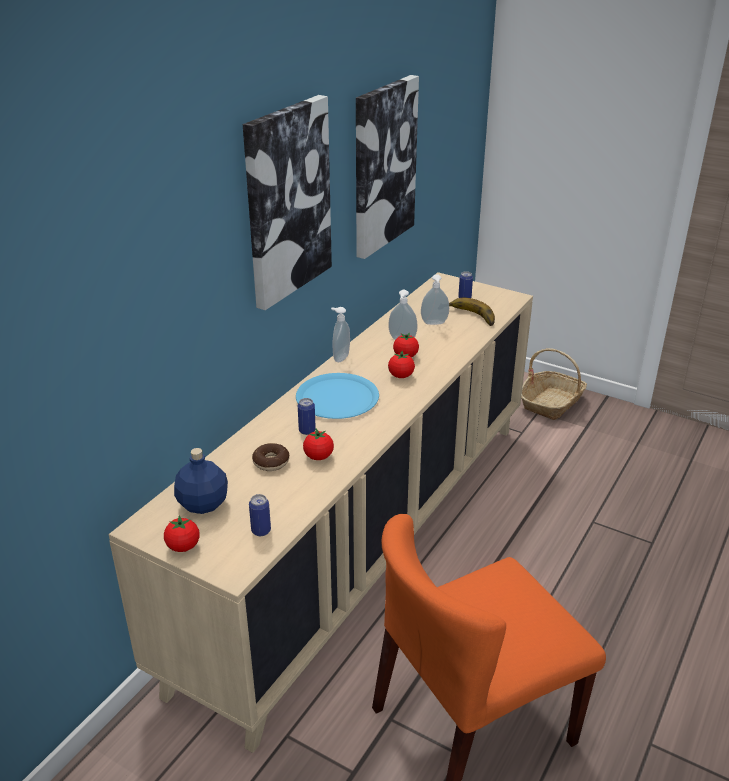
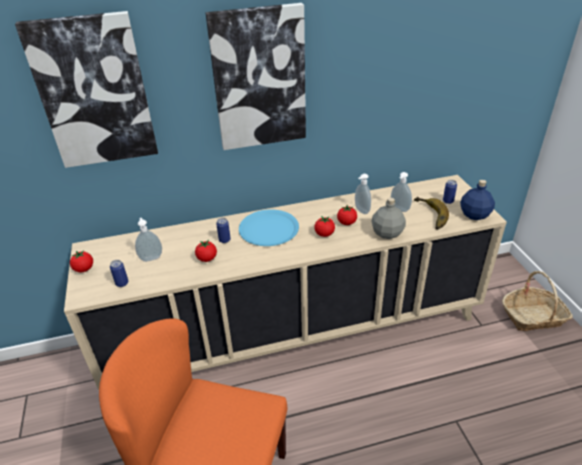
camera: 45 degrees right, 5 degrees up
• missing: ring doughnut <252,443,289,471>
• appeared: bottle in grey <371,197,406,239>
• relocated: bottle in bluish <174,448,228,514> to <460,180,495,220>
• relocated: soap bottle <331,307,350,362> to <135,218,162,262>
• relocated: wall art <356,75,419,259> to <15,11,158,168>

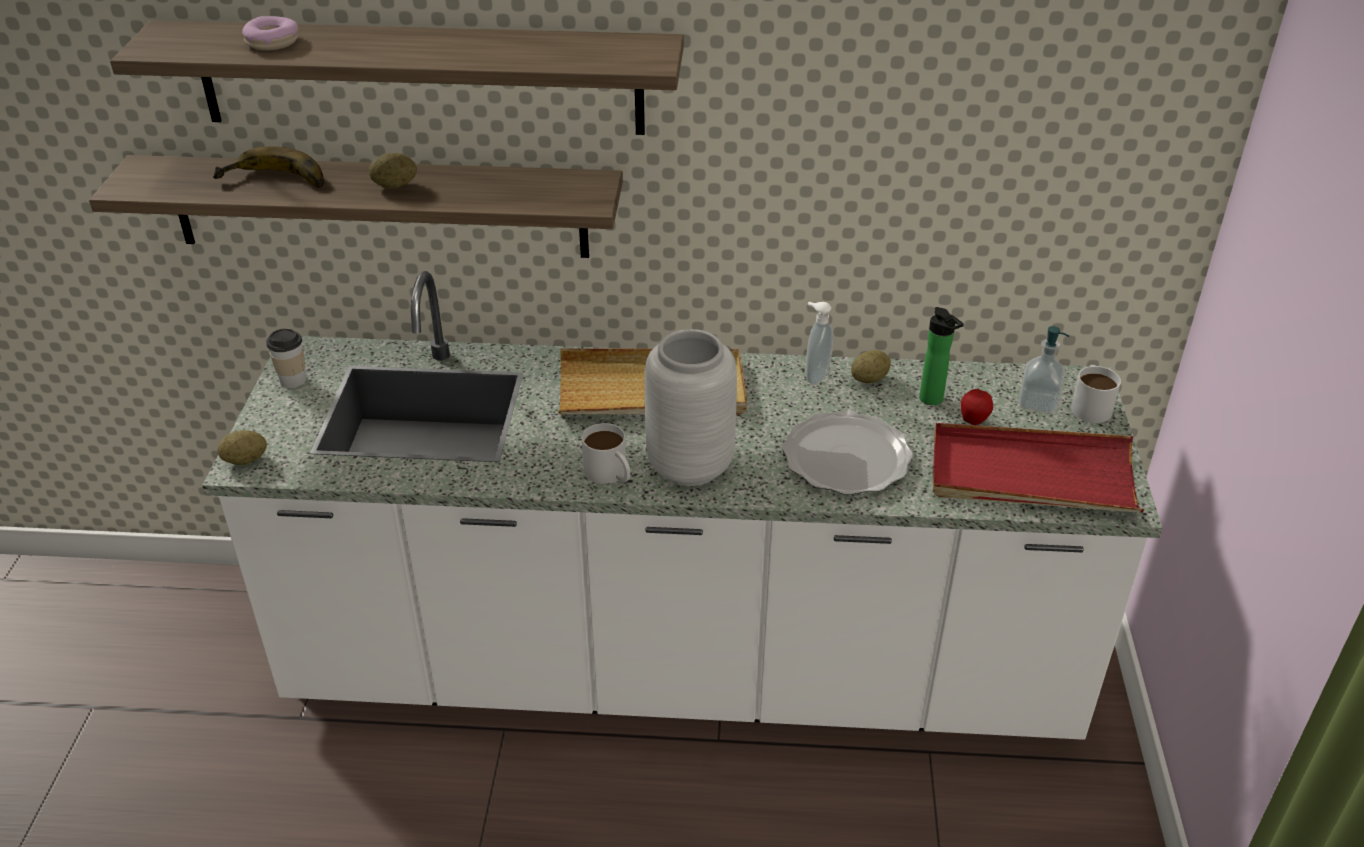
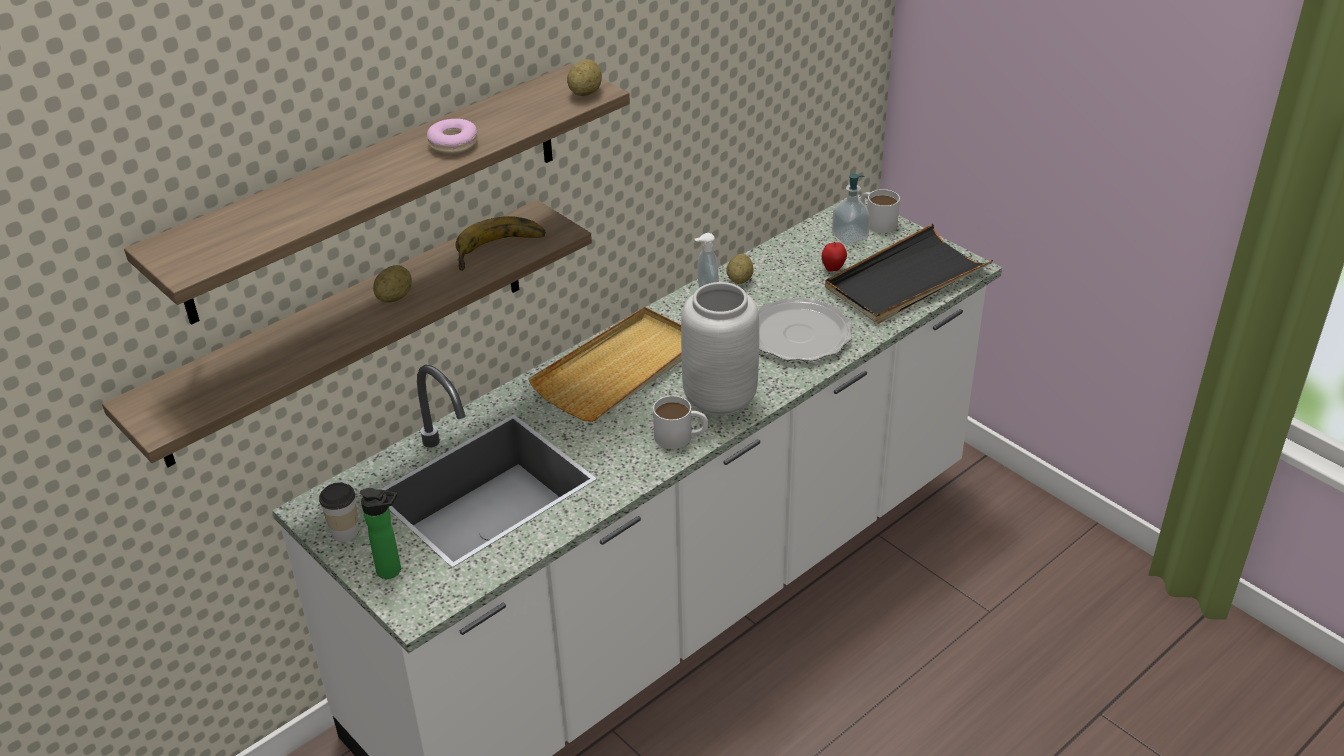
camera: 45 degrees left, 0 degrees up
• relocated: banana fruit <213,146,324,188> to <455,216,546,270>
• relocated: spud <217,430,267,465> to <567,59,602,96>
• relocated: ring doughnut <242,16,299,51> to <427,119,478,154>
• relocated: bottle <919,307,964,405> to <360,488,401,579>
• colour: carrying tray in red <932,423,1144,513> to carrying tray in black-coloured <825,224,993,324>

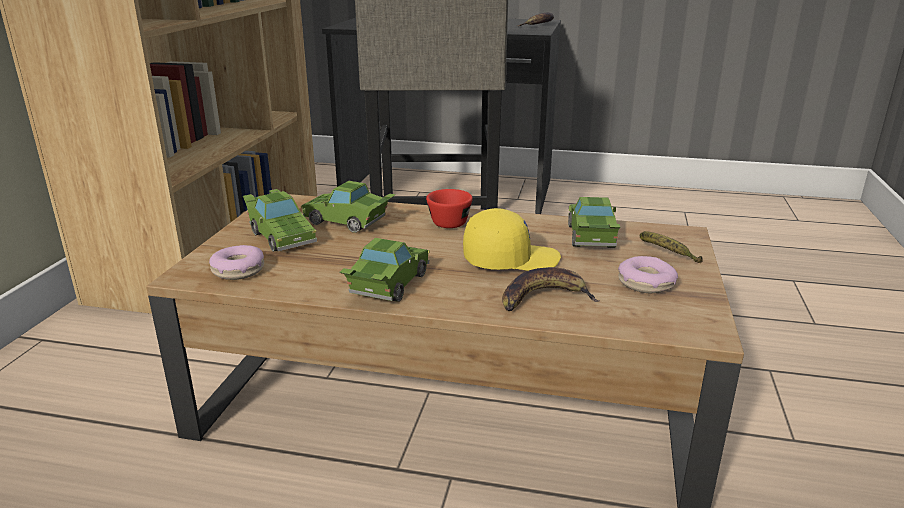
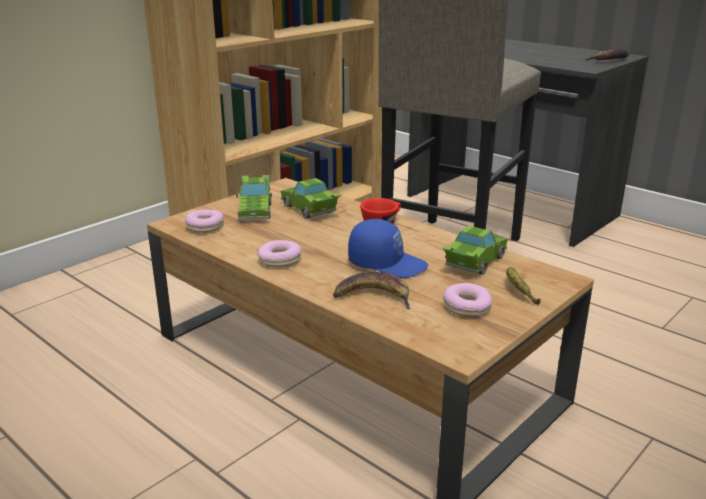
camera: 30 degrees right, 0 degrees up
• exchanged: miniature car in greenish <340,238,430,302> to ring doughnut <257,240,301,267>
• colour: cap in yellow-coloured <463,208,561,271> to cap in bluish <348,219,428,278>

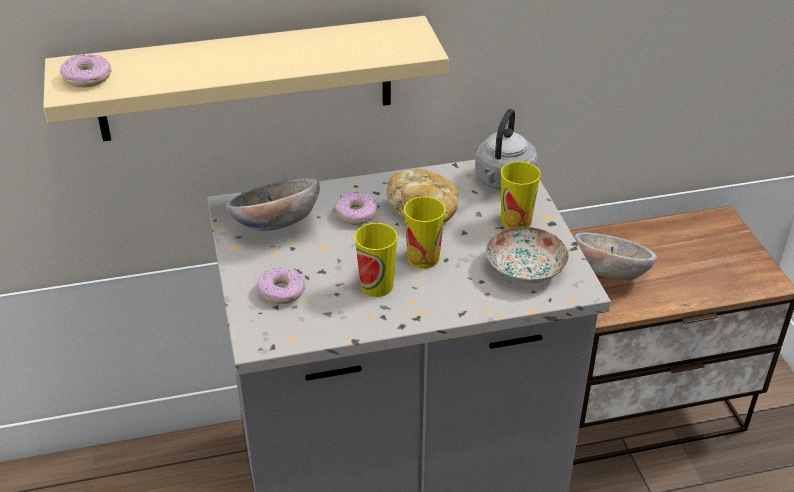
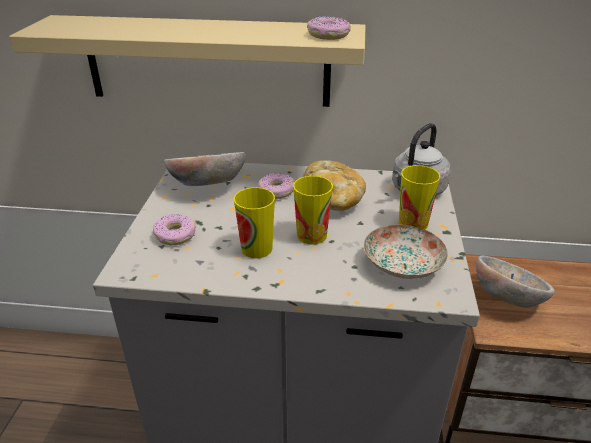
camera: 20 degrees right, 5 degrees down
• relocated: ring doughnut <60,54,111,87> to <307,16,350,40>

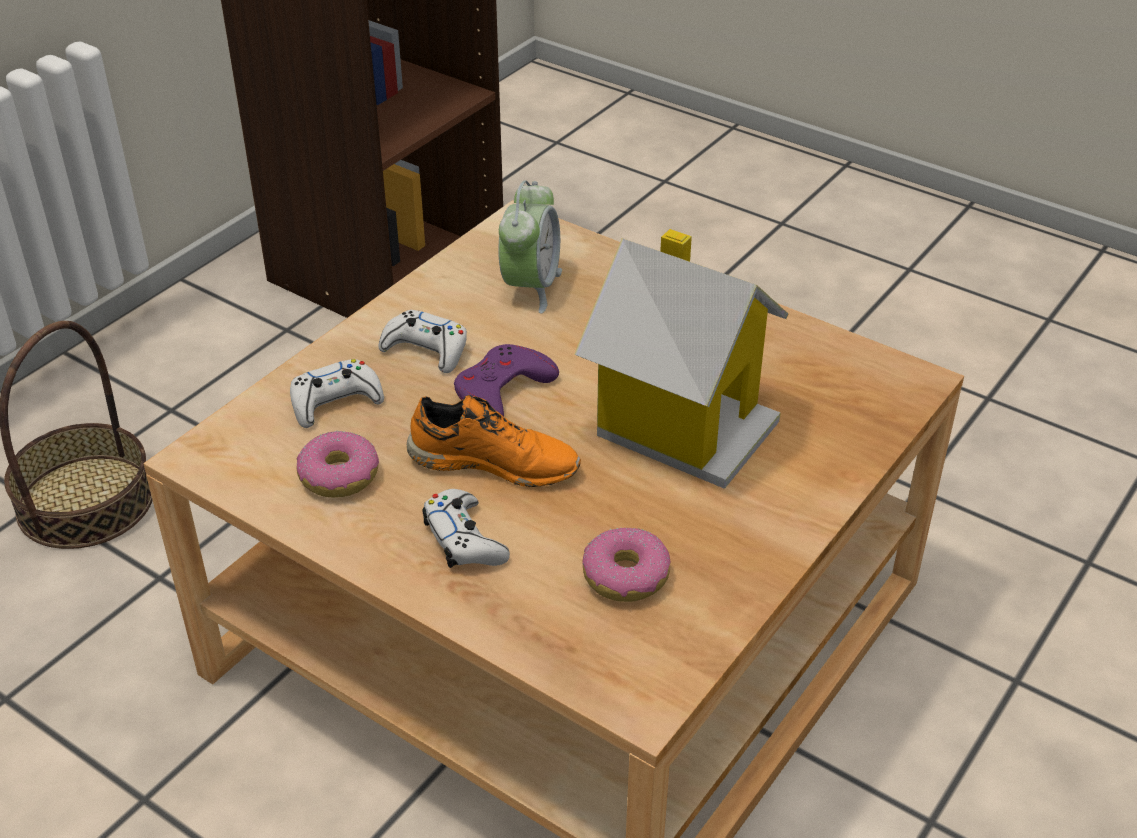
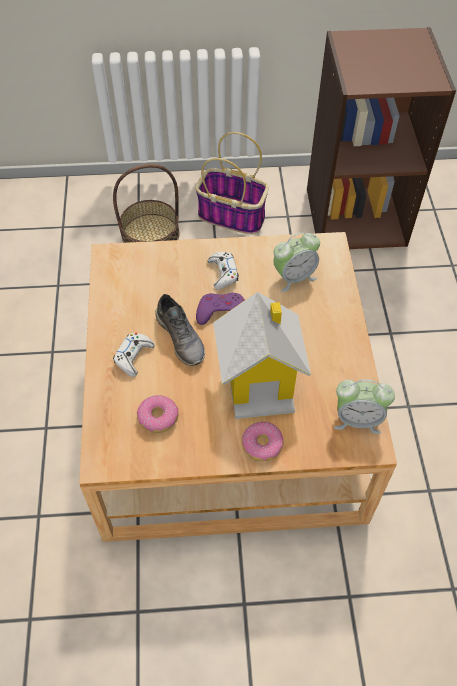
camera: 50 degrees right, 15 degrees up
• missing: game controller in white-coloured <290,359,384,428>
• appeared: storage basket <195,132,269,235>
• appeared: table clock <334,379,395,434>
• relocated: ring doughnut <296,430,379,498> to <242,422,284,461>
• colour: item of footwear in orange <407,395,581,487> to item of footwear in grey <155,294,205,366>

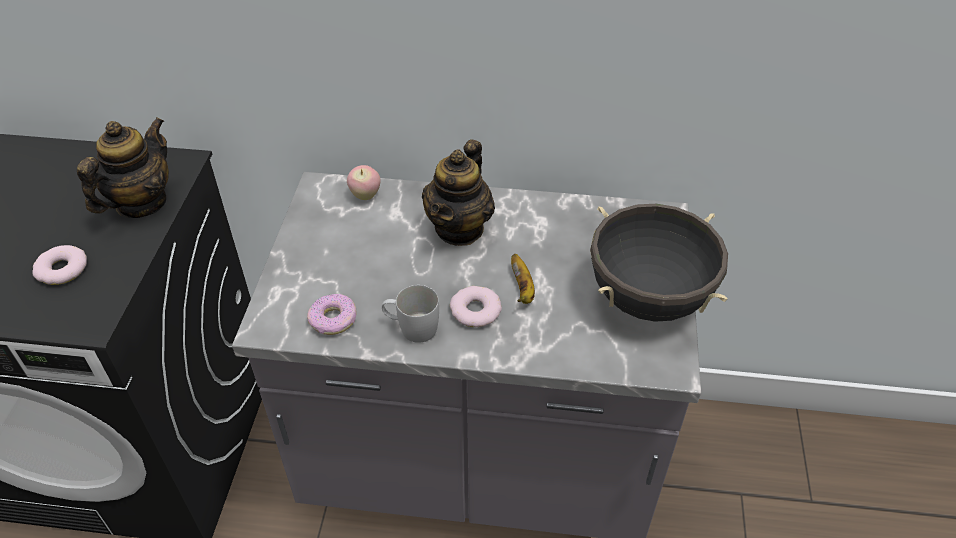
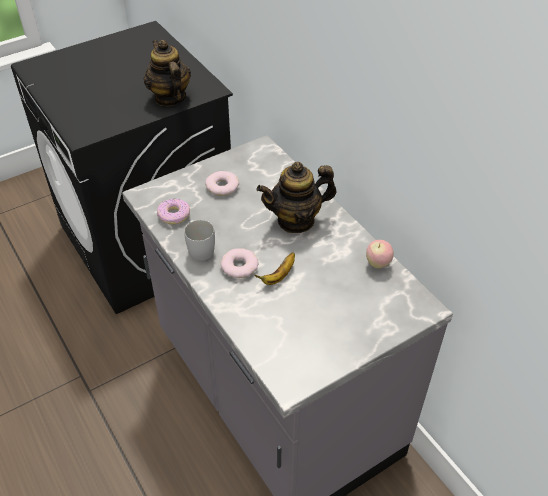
camera: 50 degrees right, 0 degrees up
• missing: cooking pot in black-coloured <590,204,728,322>
• relocated: ring doughnut <32,245,87,285> to <205,171,239,196>
• relocated: whole apple <347,165,381,200> to <366,240,394,268>
• spun: teapot <77,117,169,218> = <144,40,191,107> 105 degrees counterclockwise

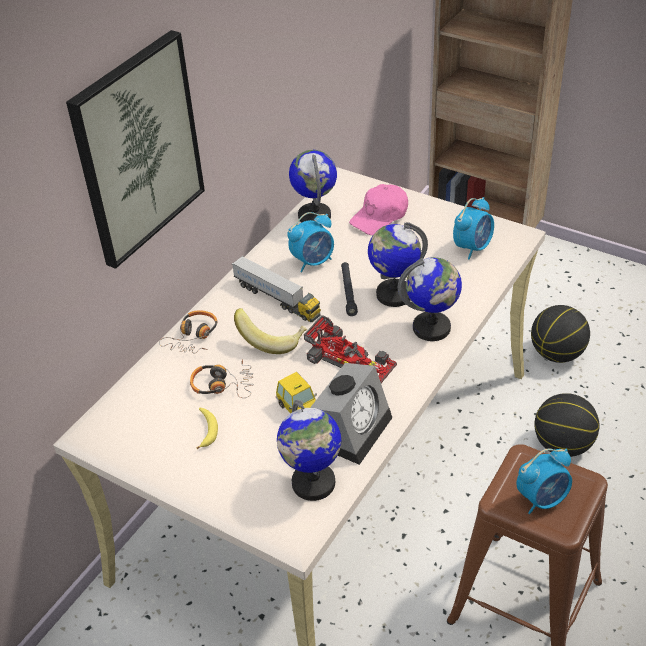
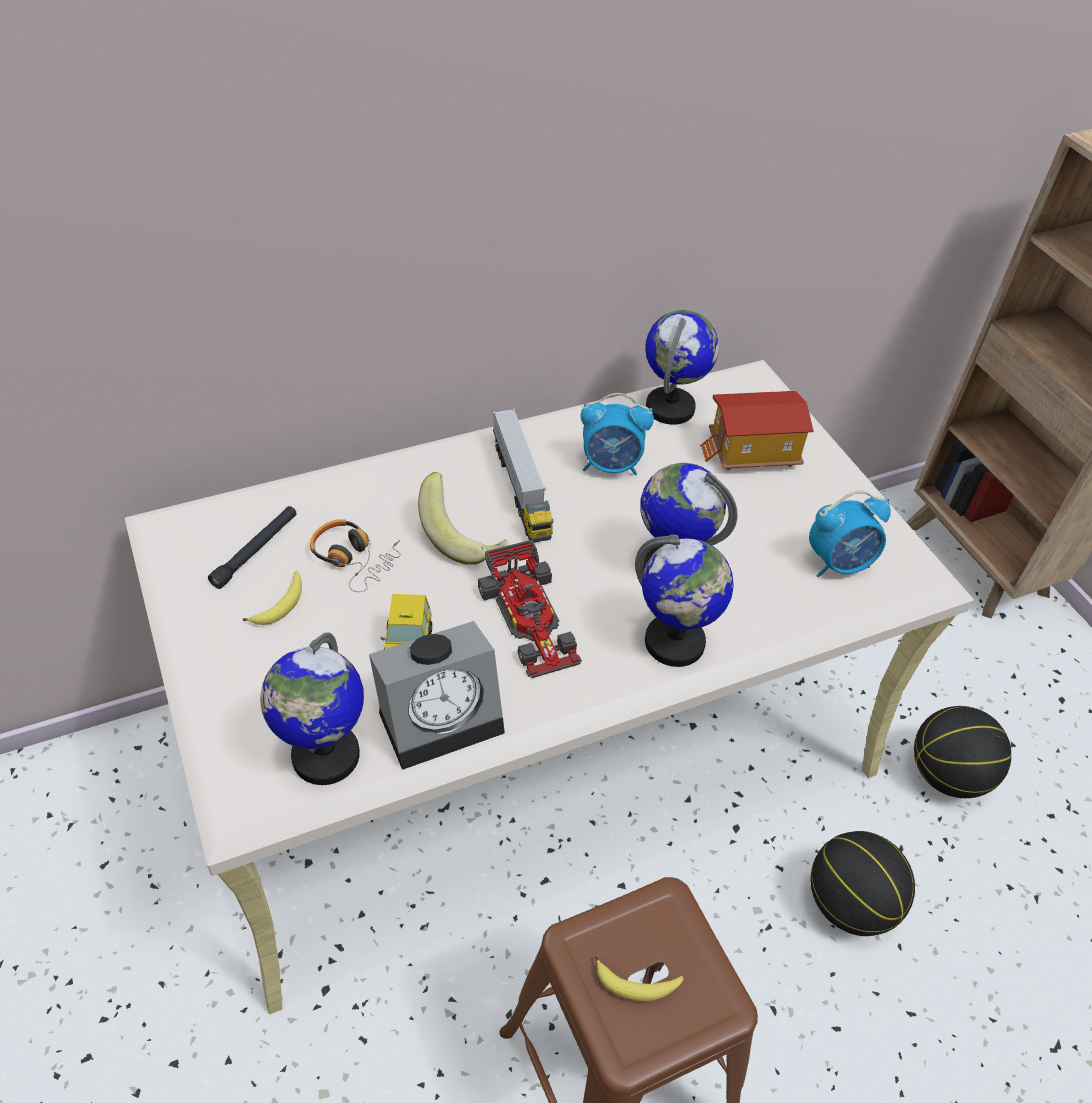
camera: 30 degrees right, 5 degrees up
• missing: wall art <66,30,205,269>
• missing: headset <159,310,218,354>
• relocated: torch in black-coloured <341,262,358,316> to <208,506,297,589>
• exchanged: cap in pinkish <349,184,408,235> to miniature house <700,391,814,470>
• exchanged: table clock <516,449,572,514> to banana fruit <595,955,684,1002>

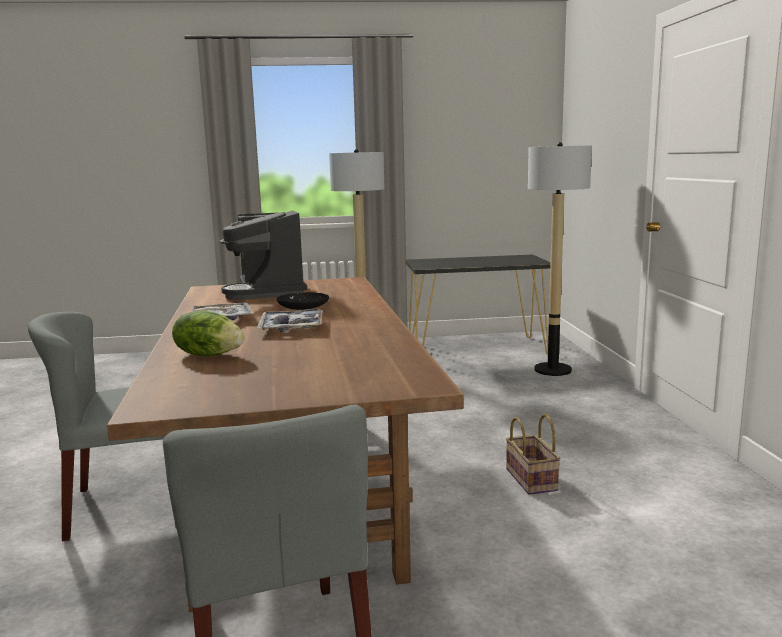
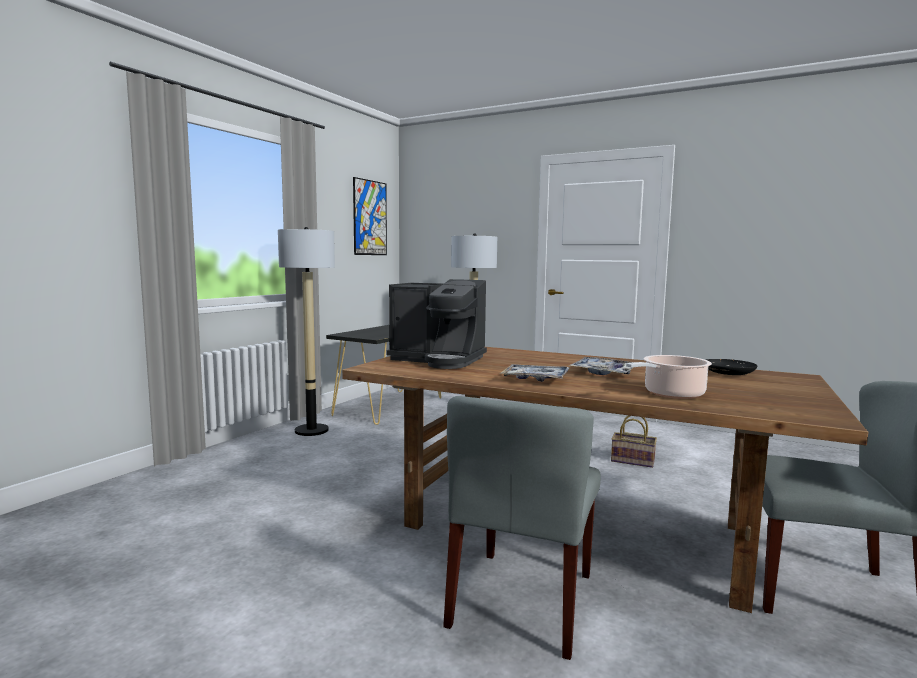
camera: 55 degrees left, 5 degrees down
• appeared: wall art <353,177,387,255>
• relocated: plate in black-coloured <277,292,329,310> to <706,359,757,375>
• exchanged: lettuce head <172,311,244,356> to cooking pot <626,355,712,399>

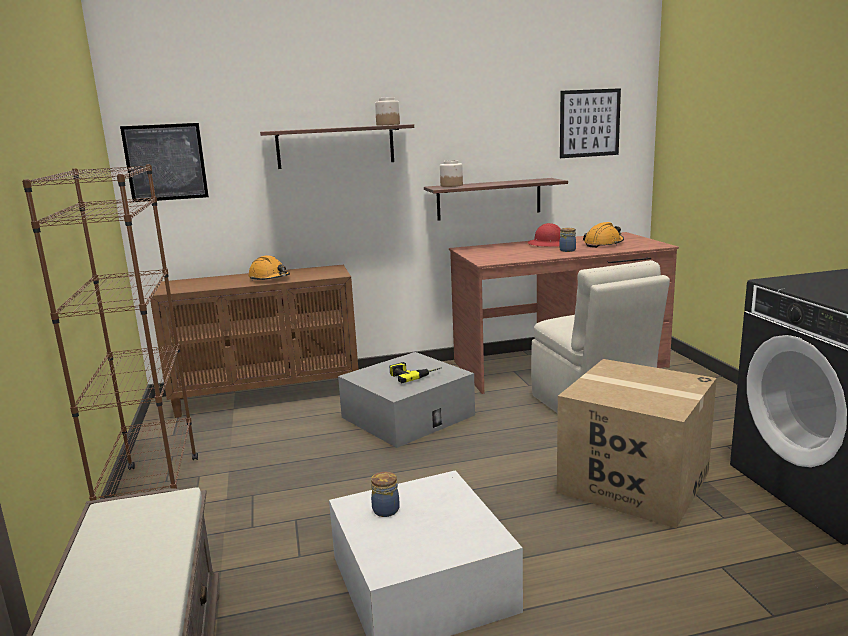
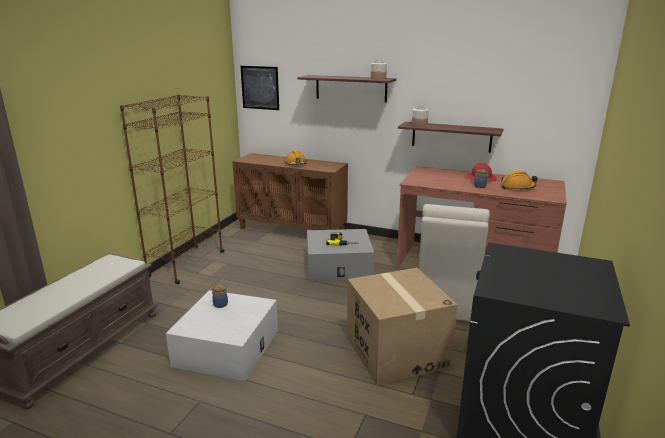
camera: 35 degrees right, 5 degrees up
• missing: wall art <560,88,621,158>

